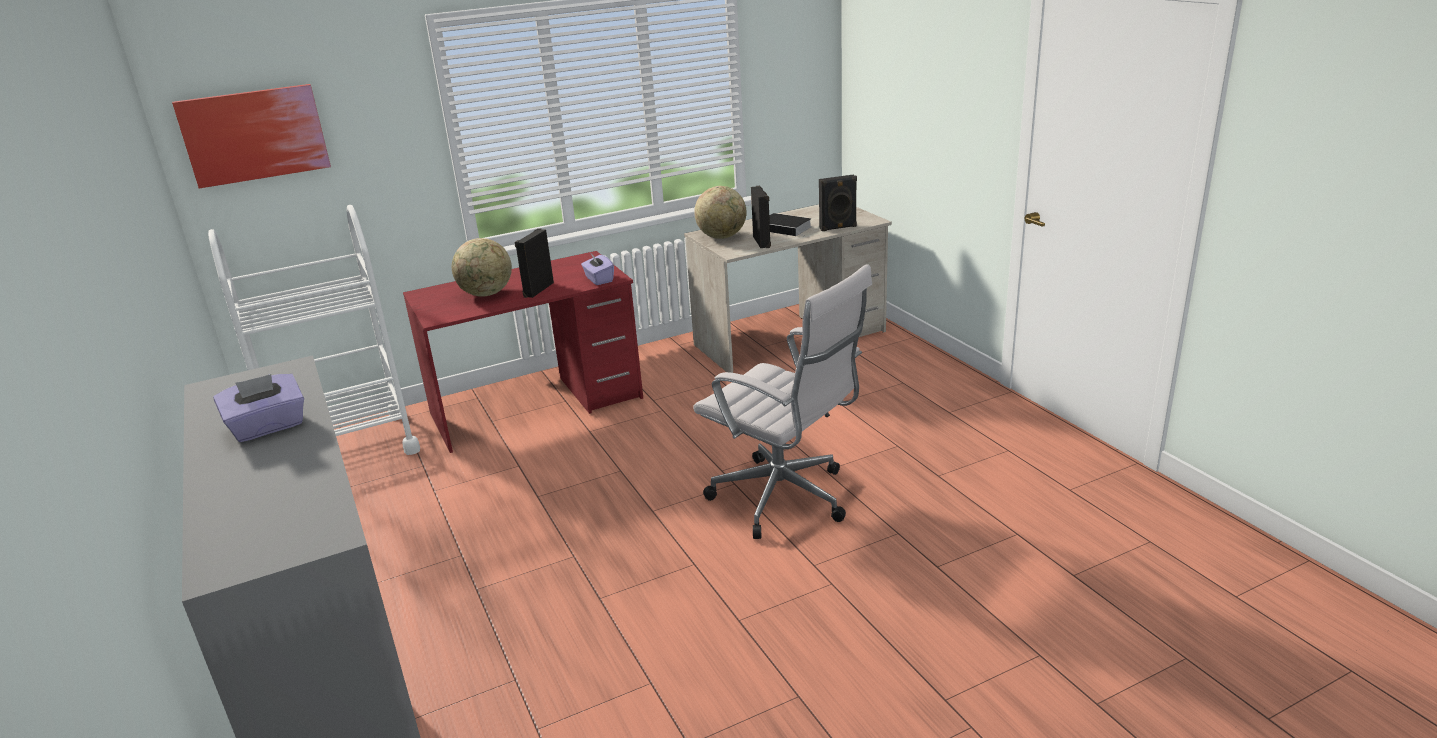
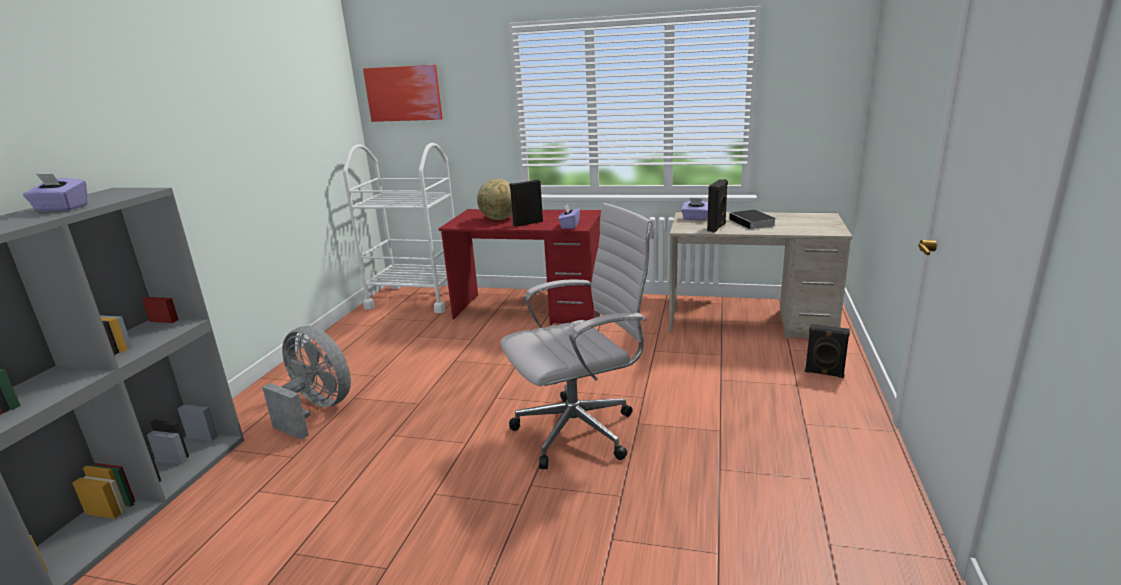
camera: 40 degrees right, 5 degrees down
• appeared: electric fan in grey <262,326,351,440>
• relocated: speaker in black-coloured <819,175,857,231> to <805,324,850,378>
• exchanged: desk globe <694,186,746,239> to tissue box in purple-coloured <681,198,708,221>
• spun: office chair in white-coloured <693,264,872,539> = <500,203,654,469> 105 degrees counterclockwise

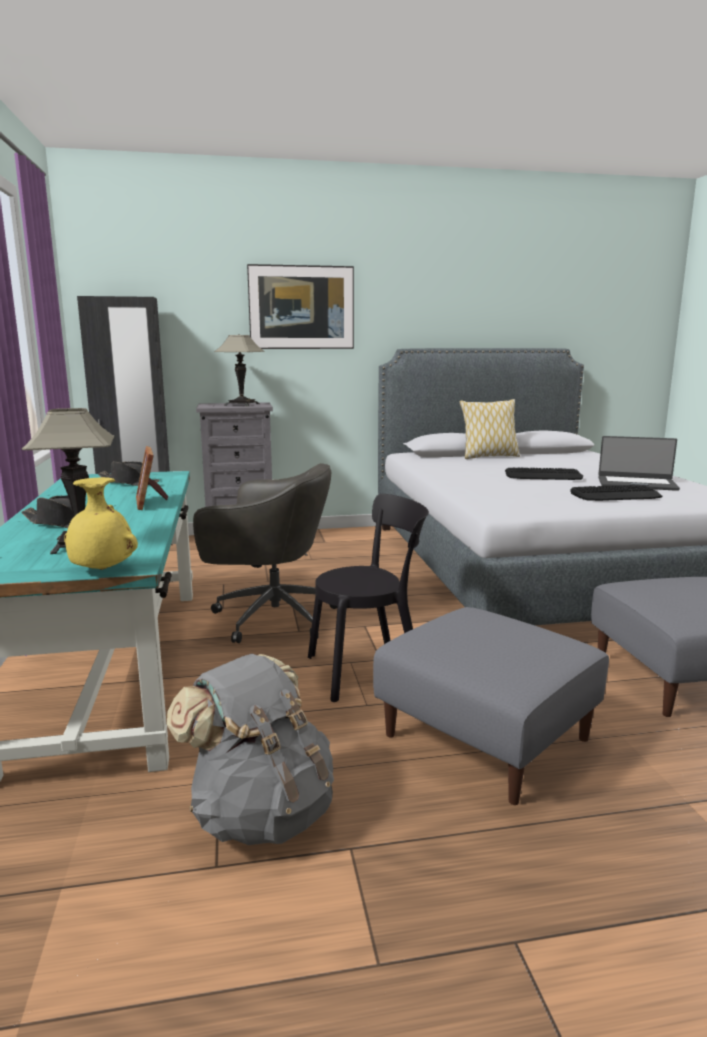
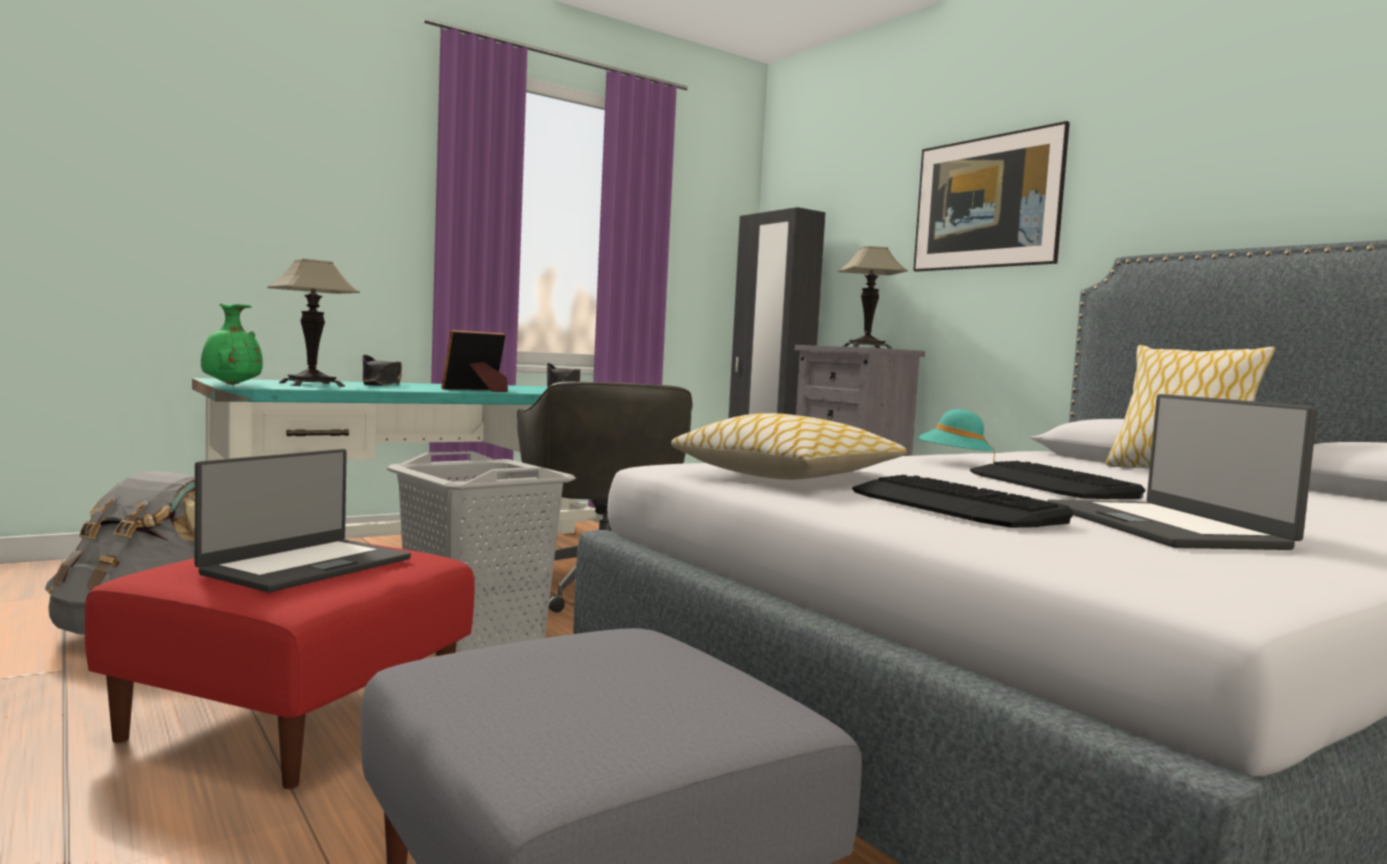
camera: 65 degrees right, 10 degrees down
• appeared: portable computer <194,449,411,592>
• appeared: cushion <671,413,907,480>
• appeared: clothing hat in turquoise <917,409,995,463>
• exchanged: plain chair in black-coloured <308,494,429,702> to hamper in grey <387,451,576,655>
• colour: flower vase in yellow-coloured <64,477,138,570> to flower vase in greenish <201,304,263,385>
• colour: footrest in grey <373,607,609,805> to footrest in red <85,543,475,789>

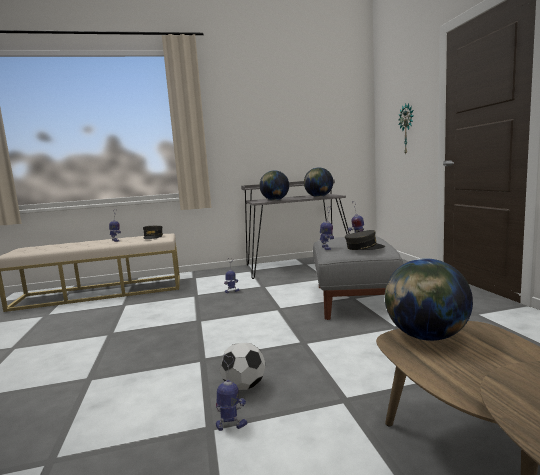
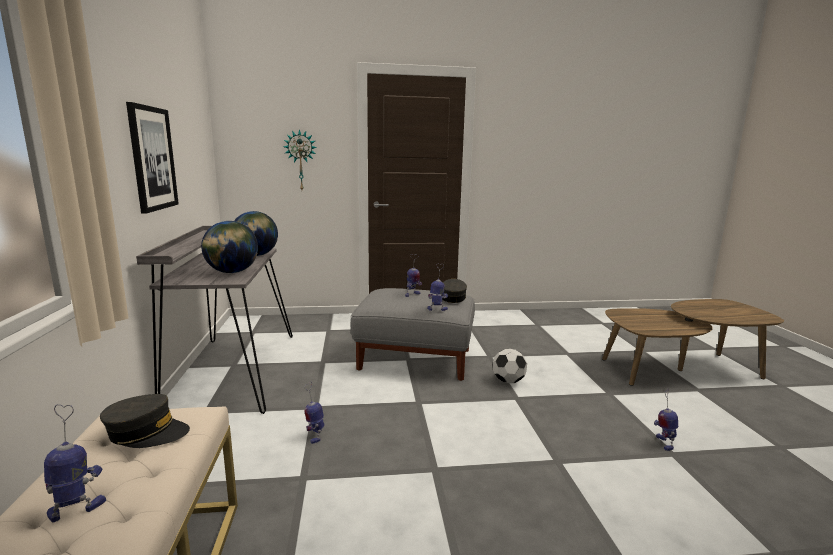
camera: 85 degrees left, 5 degrees up
• missing: desk globe <385,258,473,341>
• appeared: wall art <126,102,179,214>
• relocated: ball for football <220,343,265,390> to <492,349,527,383>

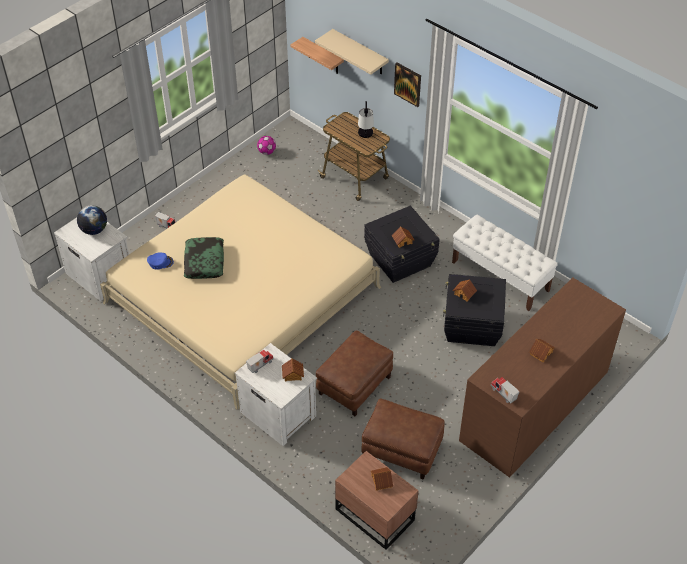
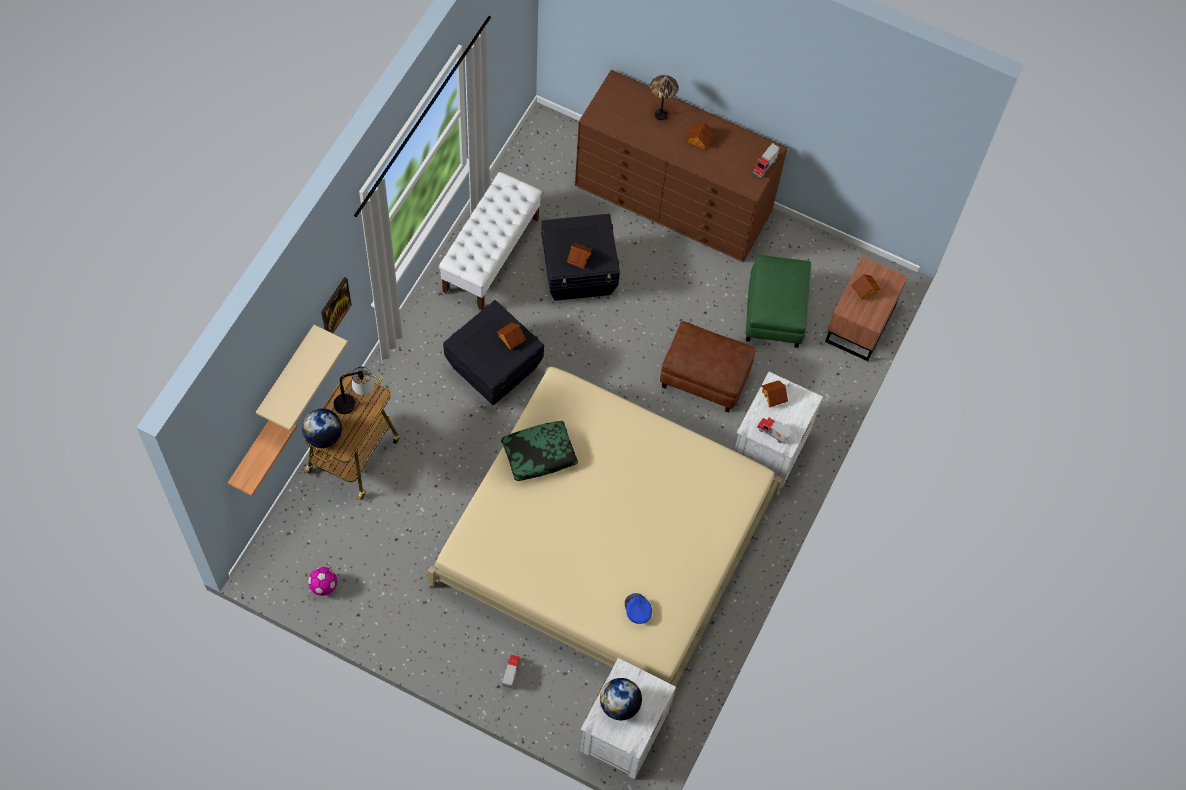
camera: 110 degrees left, 15 degrees up
• appeared: desk globe <302,408,342,448>
• appeared: table lamp <650,75,679,120>
• relocated: cushion <184,237,224,279> to <501,421,578,481>
• colour: footrest in brown-coloured <361,399,445,480> to footrest in greenish <746,255,811,348>

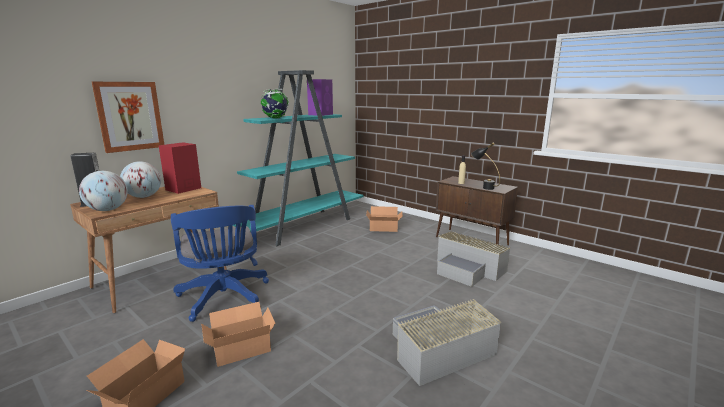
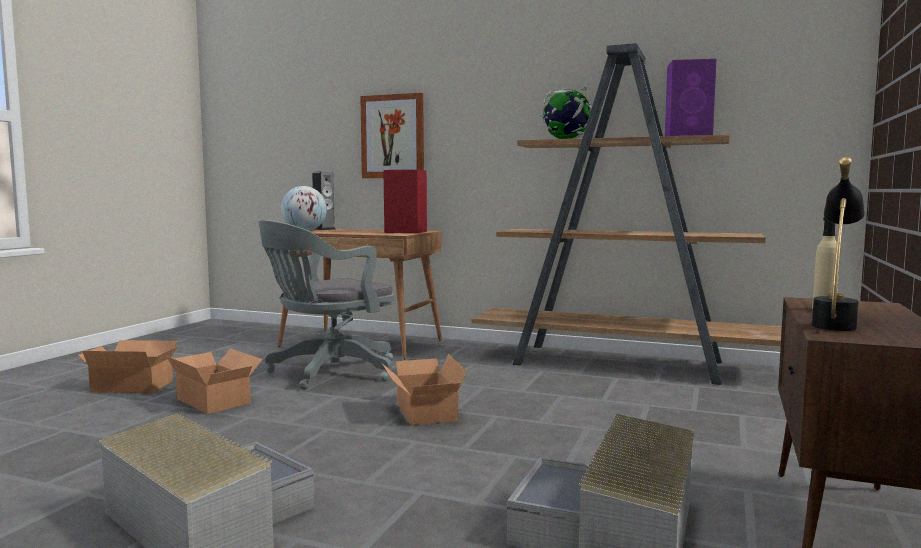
camera: 70 degrees right, 10 degrees down
• missing: desk globe <120,161,161,198>
• relocated: packing box <366,206,403,232> to <382,354,467,425>
• colour: office chair in bluish <171,205,269,322> to office chair in grey <259,220,395,390>
• colour: bookcase in turquoise <233,70,364,246> to bookcase in brown-coloured <471,43,782,385>

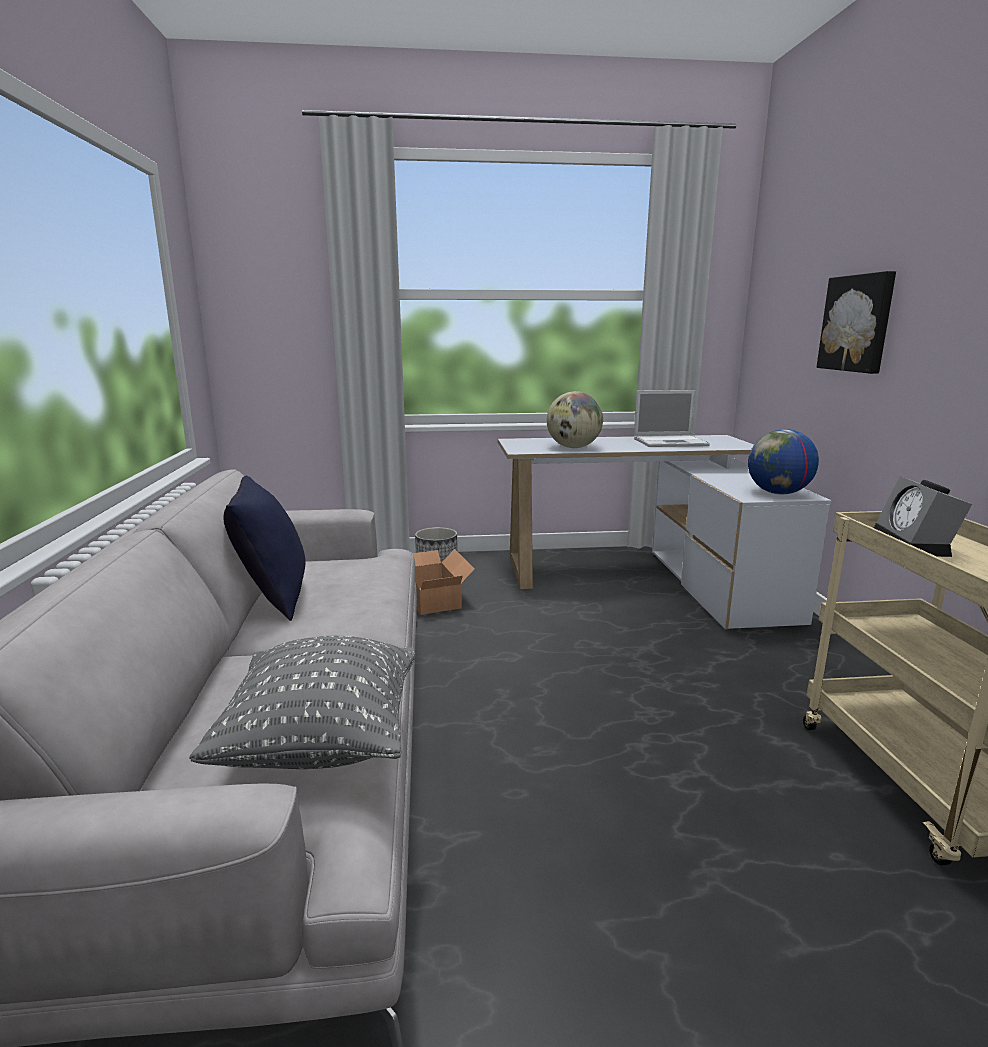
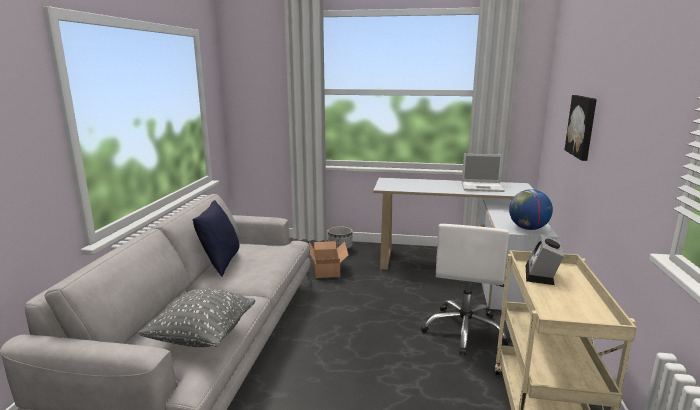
camera: 15 degrees right, 0 degrees up
• missing: desk globe <547,391,603,448>
• appeared: office chair in white-coloured <421,224,510,355>

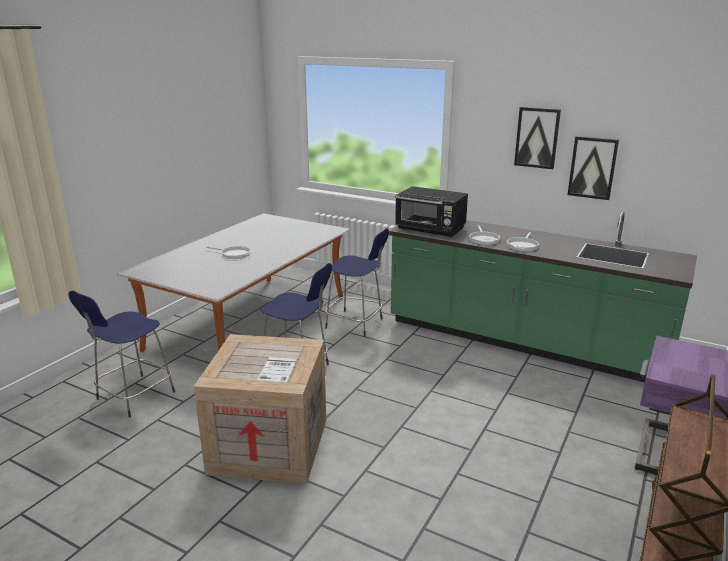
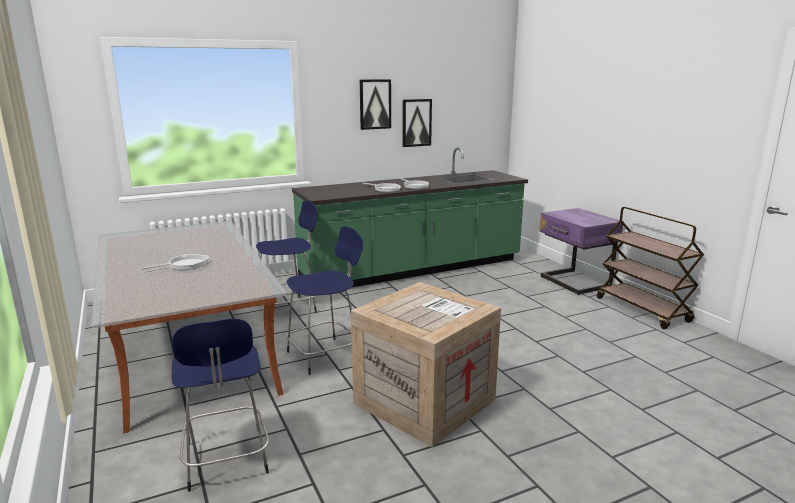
camera: 55 degrees left, 5 degrees down
• missing: microwave in black-coloured <395,186,468,237>

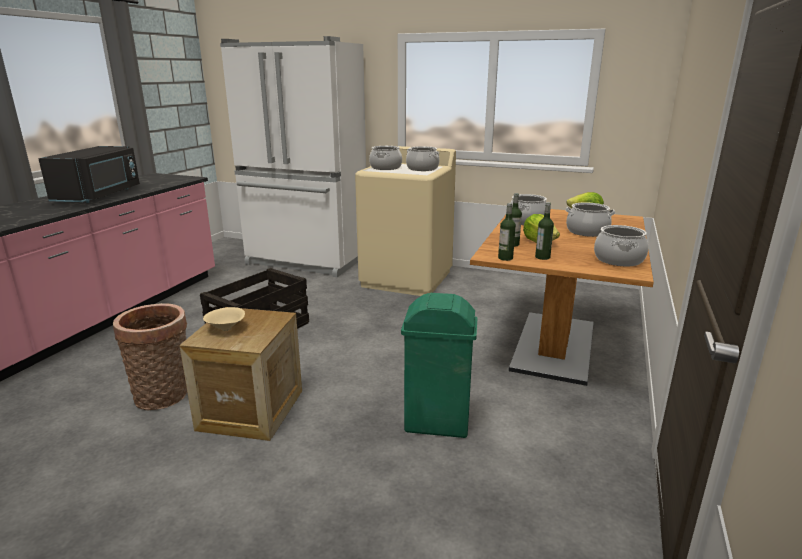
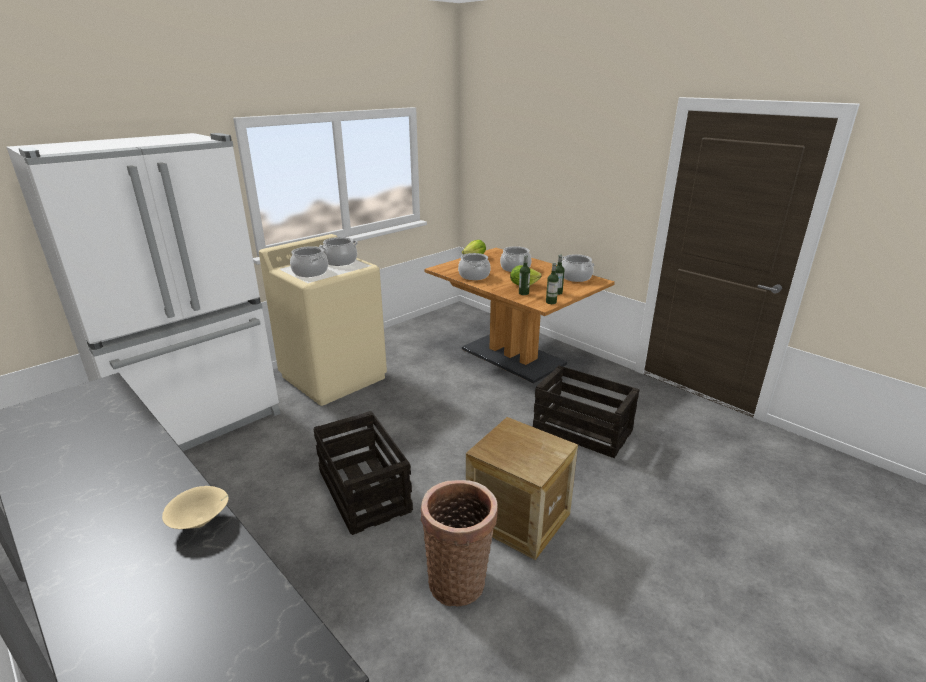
camera: 65 degrees left, 5 degrees up
• missing: microwave in black-coloured <38,146,140,203>
• relocated: bowl in beige <203,307,245,331> to <162,486,229,529>
• exchanged: trash can in greenish <401,293,477,438> to shipping crate <533,365,640,458>

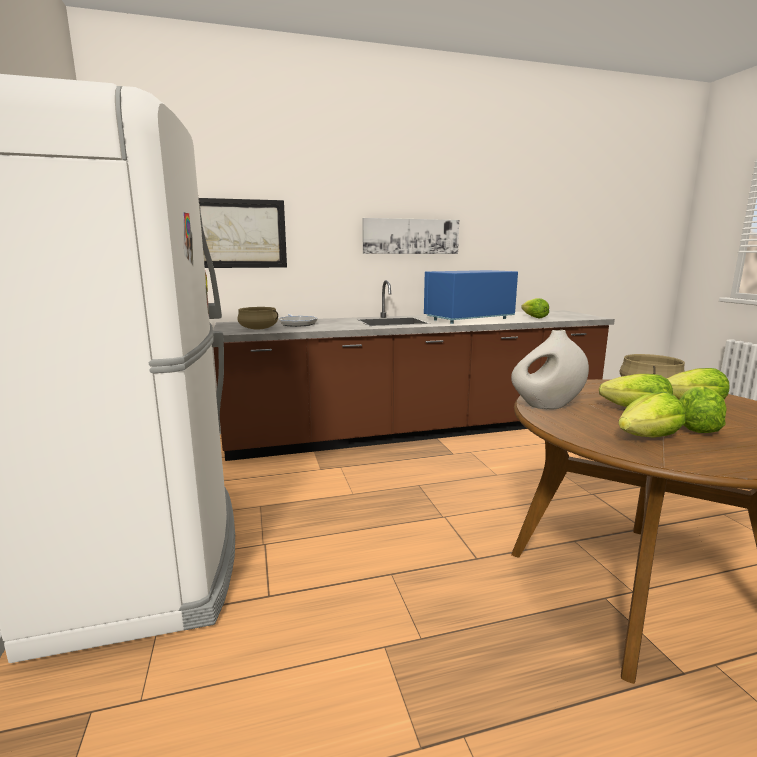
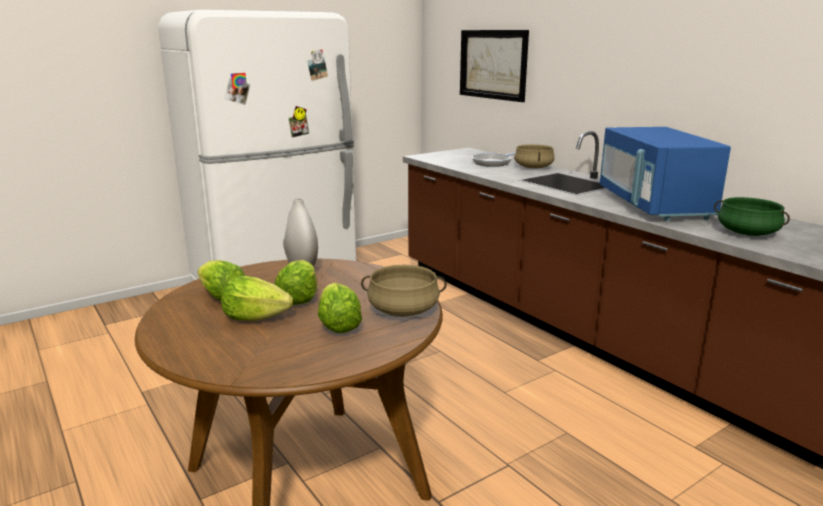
camera: 70 degrees right, 5 degrees up
• missing: wall art <362,218,459,254>
• relocated: cooking pot in beige <237,307,278,330> to <514,144,555,169>
• exchanged: lettuce head <521,298,549,318> to cooking pot in greenish <714,197,790,236>
• spun: microwave in bluish <424,270,518,324> = <600,127,731,221> 135 degrees counterclockwise

